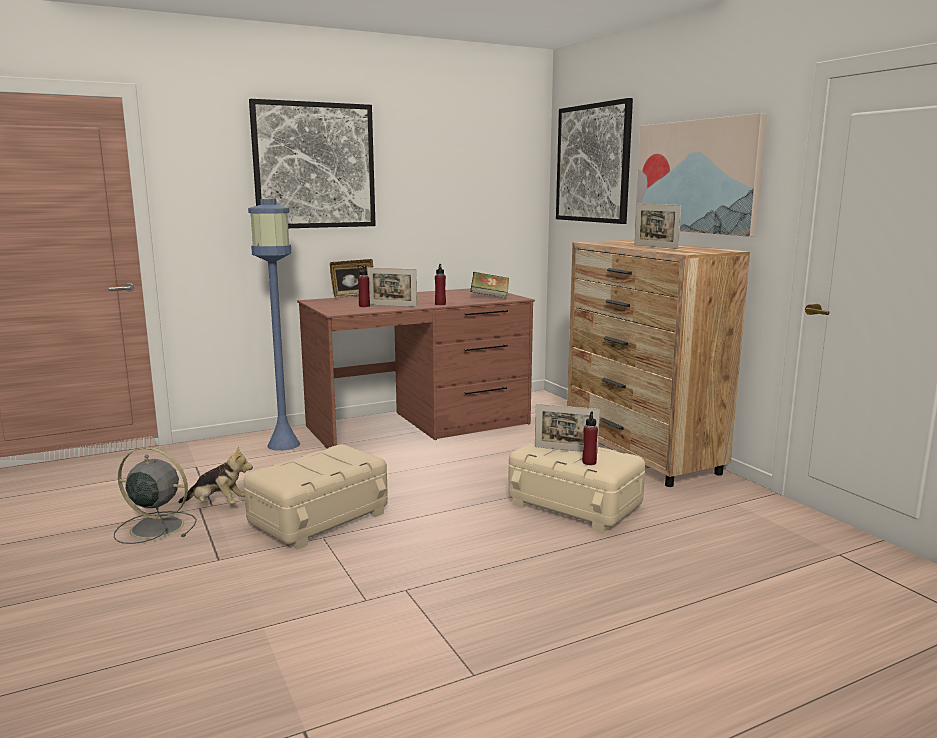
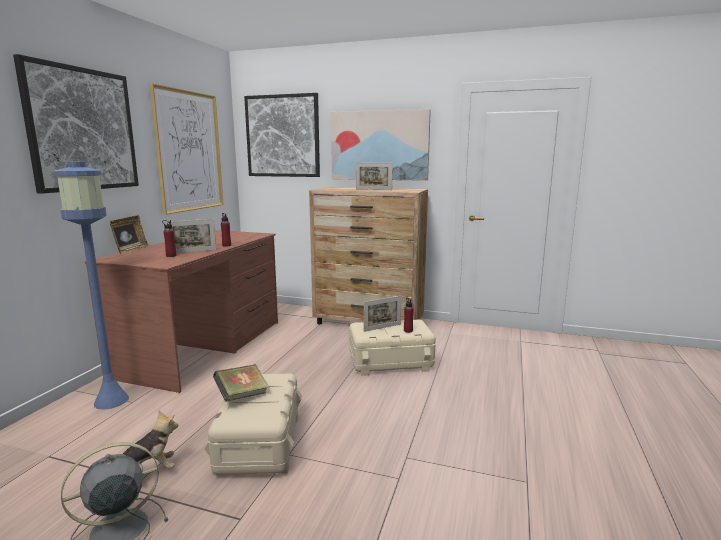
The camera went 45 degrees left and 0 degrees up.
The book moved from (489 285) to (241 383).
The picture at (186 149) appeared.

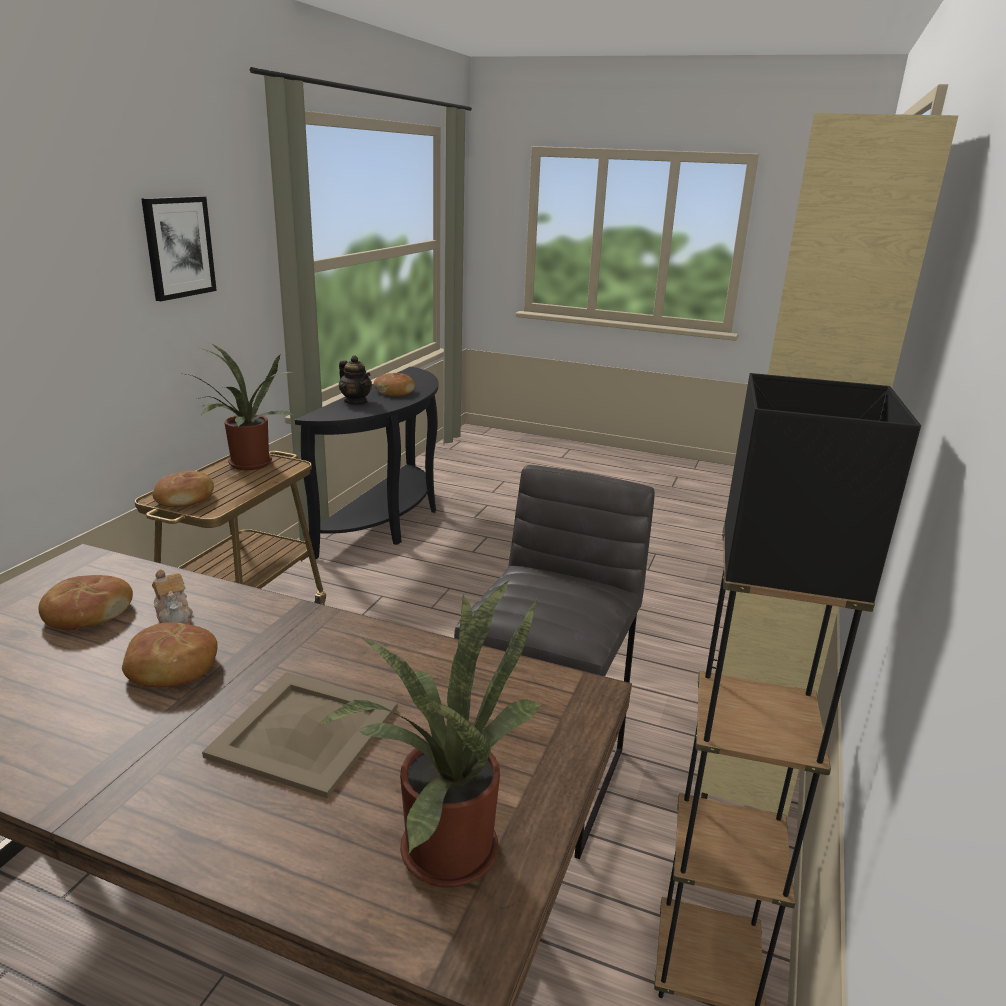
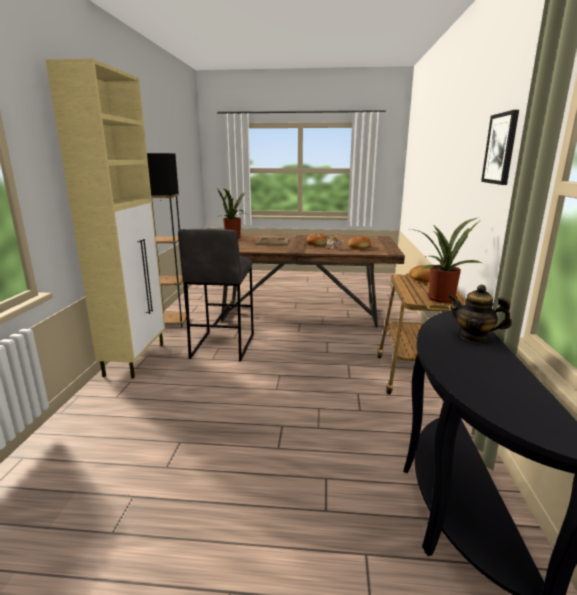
The camera went 165 degrees right and 5 degrees down.
The bread at (394 384) disappeared.

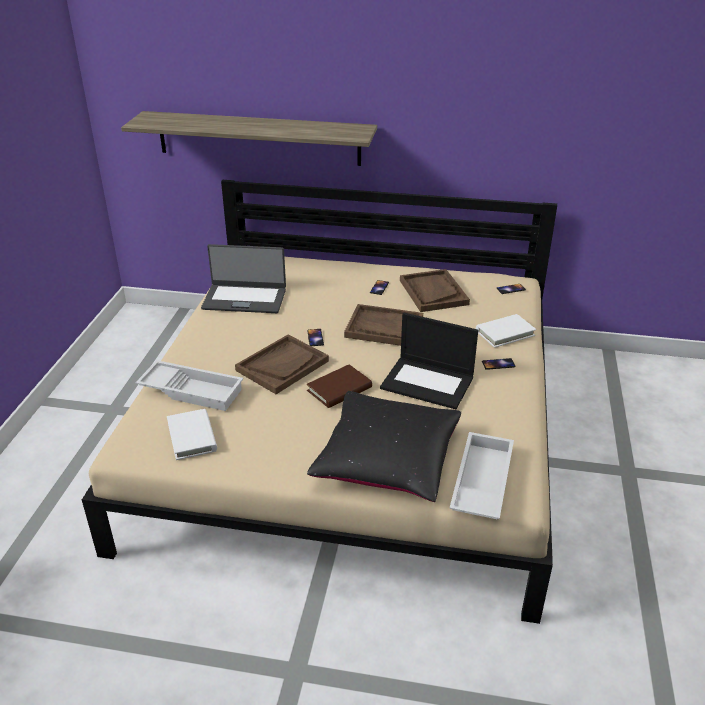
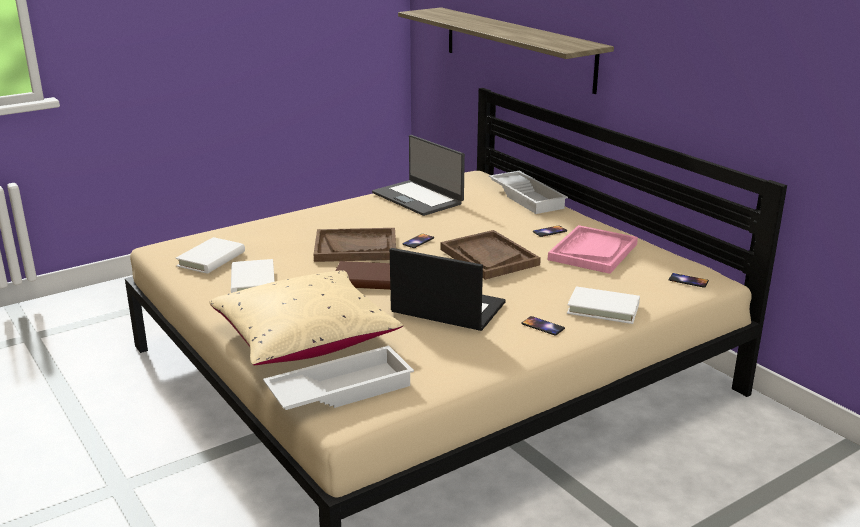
The camera went 45 degrees right and 10 degrees down.
The white tray moved from (189 385) to (528 192).
The black pillow at (384 446) became the beige pillow at (306 318).
The laptop at (429 361) turned 135 degrees clockwise.
The brown tray at (435 290) became the pink tray at (593 249).
The white book at (253 276) appeared.

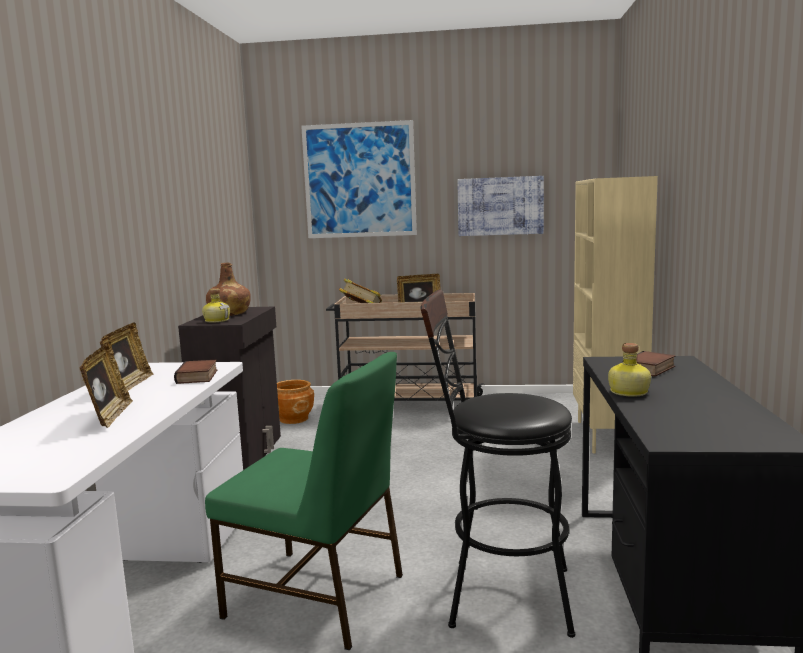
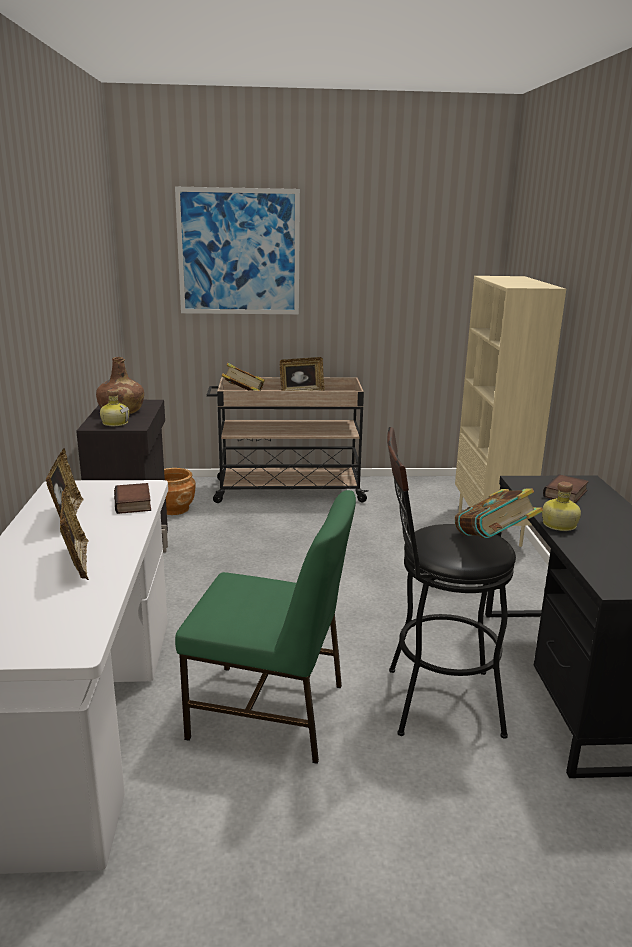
The camera went 10 degrees left and 10 degrees up.
The picture at (500 206) disappeared.
The book at (499 513) appeared.

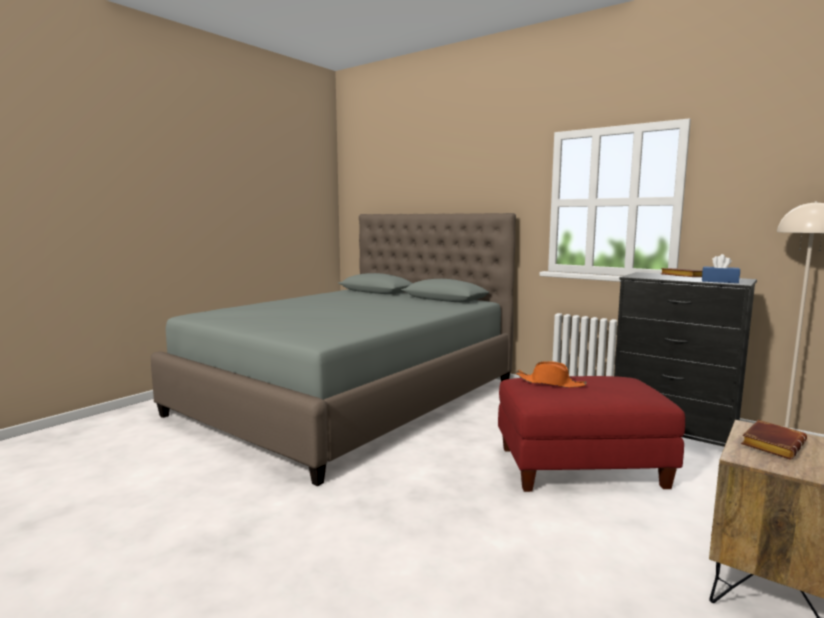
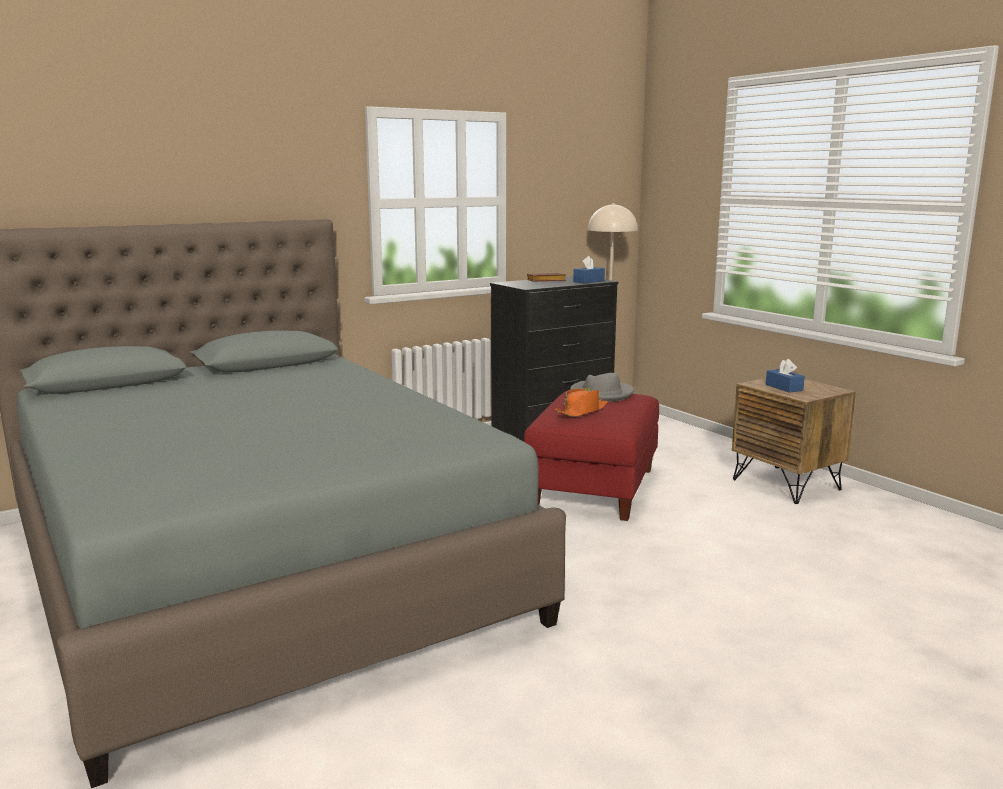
The camera went 70 degrees left and 5 degrees up.
The brown book at (774 439) was replaced by the blue tissue box at (785 376).
The grey hat at (602 387) appeared.

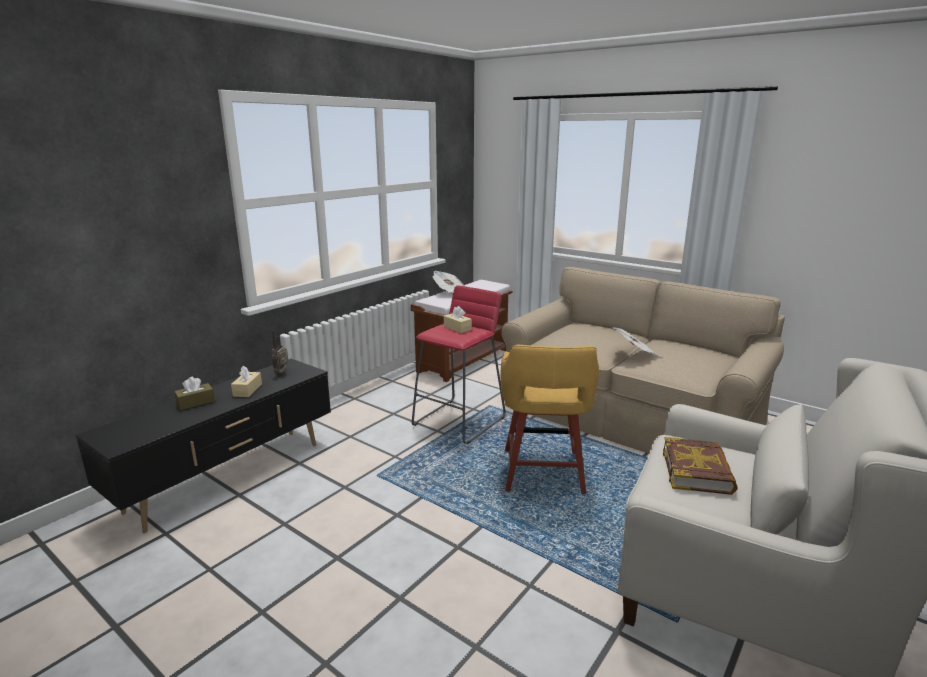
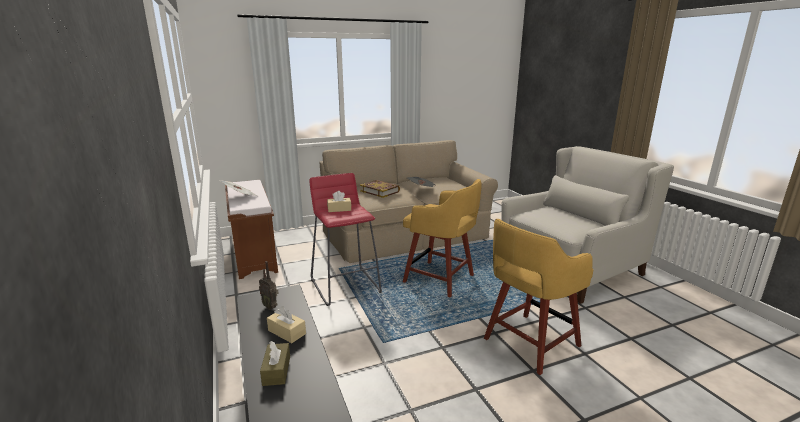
The camera went 60 degrees left and 0 degrees up.
The book moved from (700 466) to (380 189).
The yellow stool at (538 297) appeared.

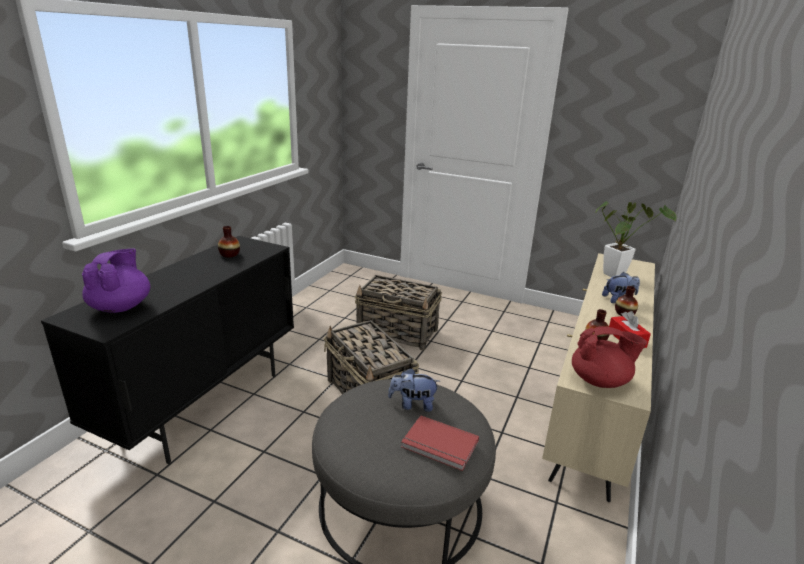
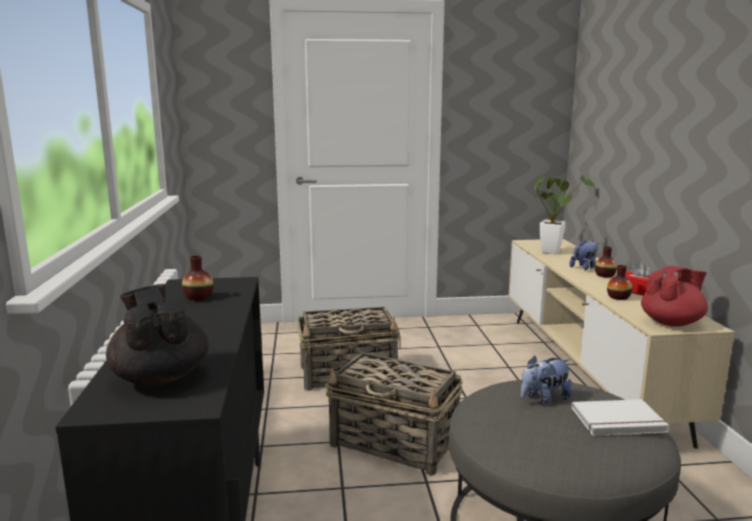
The camera went 30 degrees left and 10 degrees down.
The purple teapot at (116 281) became the black teapot at (157 335).
The red book at (440 443) became the white book at (620 417).

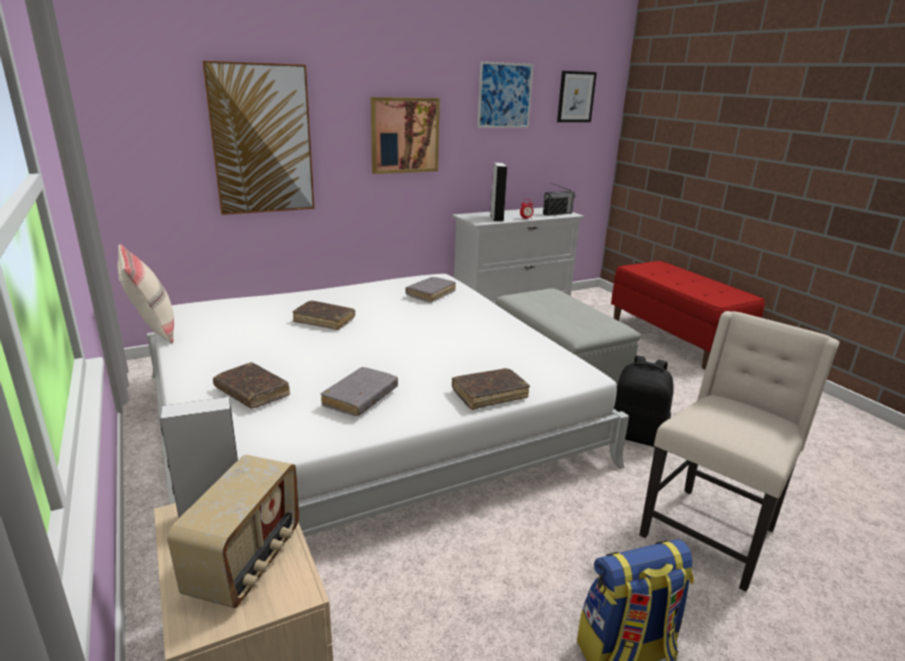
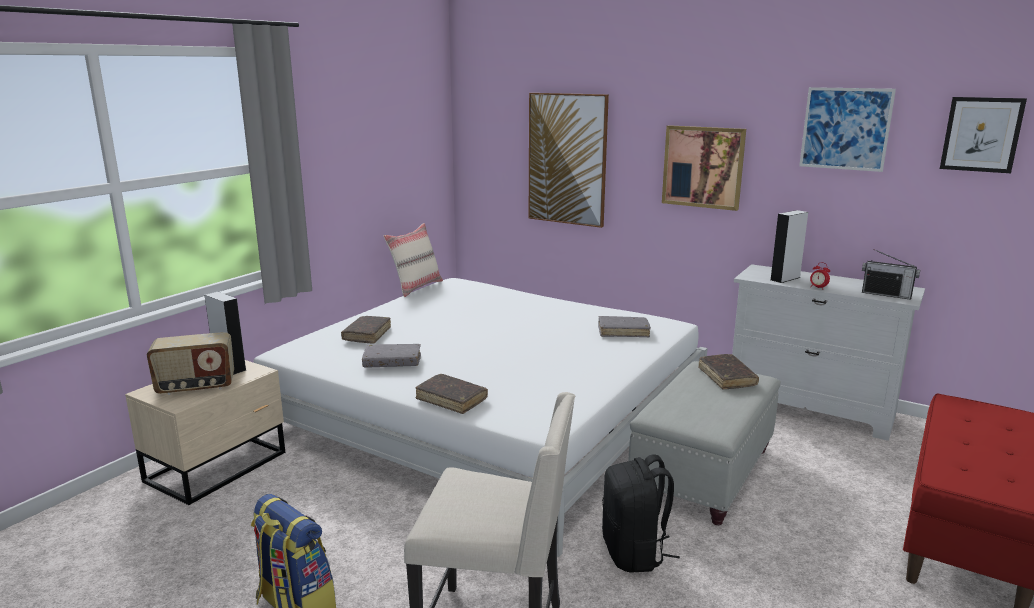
The camera went 60 degrees right and 5 degrees down.
The brown book moved from (323 315) to (728 372).

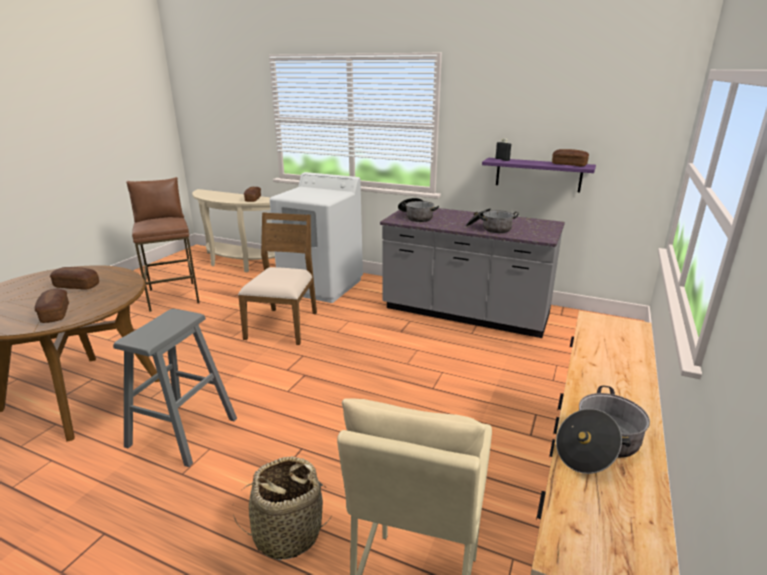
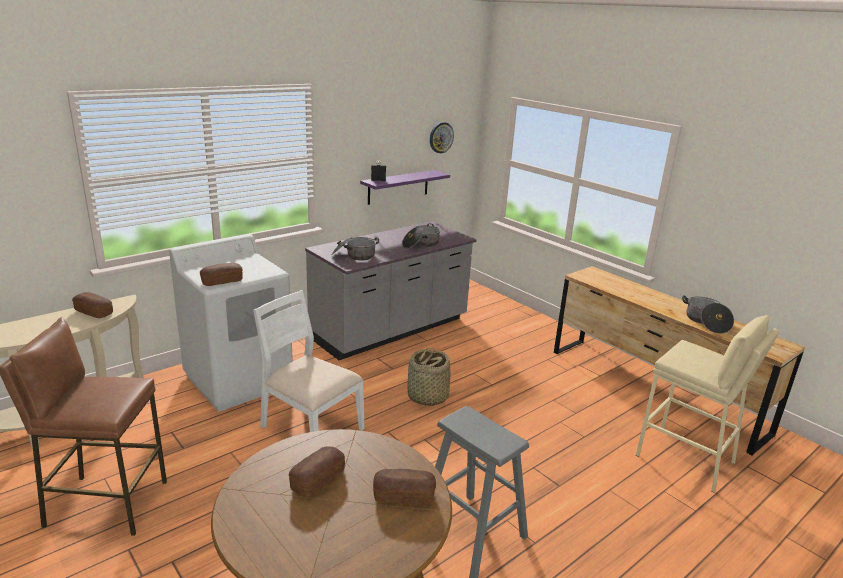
The camera went 65 degrees left and 0 degrees up.
The basket moved from (282 508) to (429 376).
The brown chair at (277 278) became the white chair at (309 361).
The bread moved from (570 157) to (221 274).
The wall clock at (442 137) appeared.

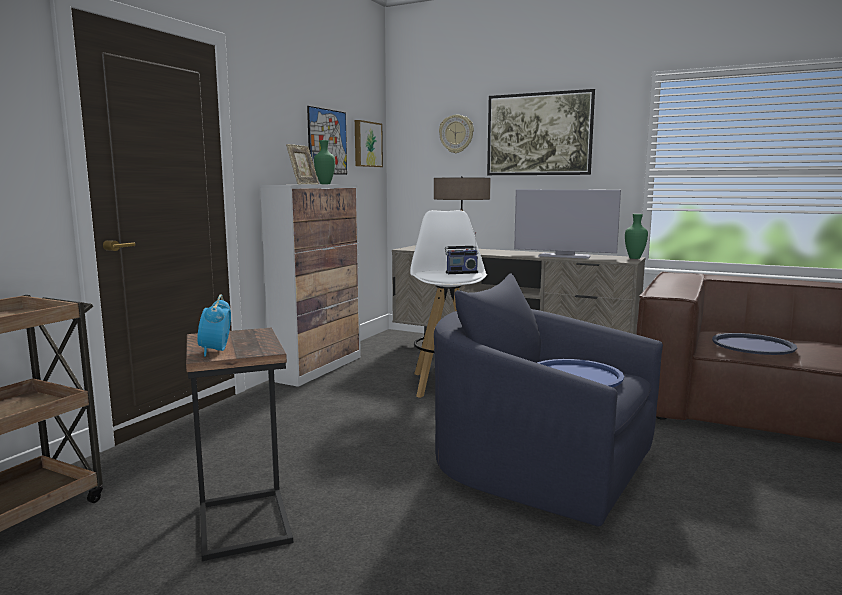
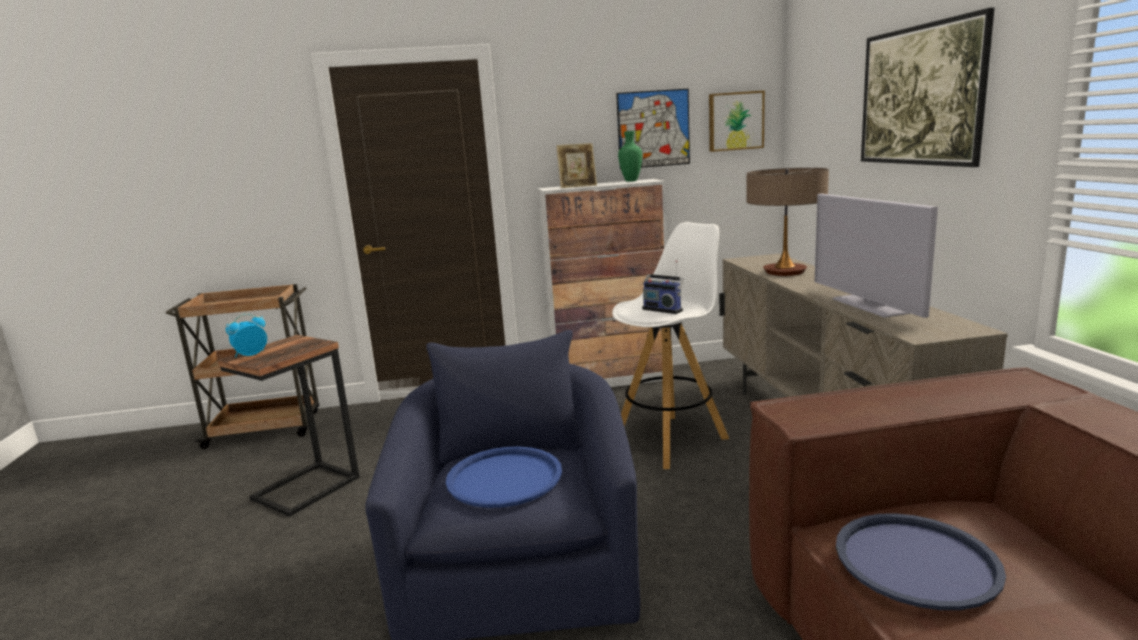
The camera went 55 degrees right and 5 degrees up.
The wall clock at (456 134) disappeared.
The green vase at (636 236) disappeared.

